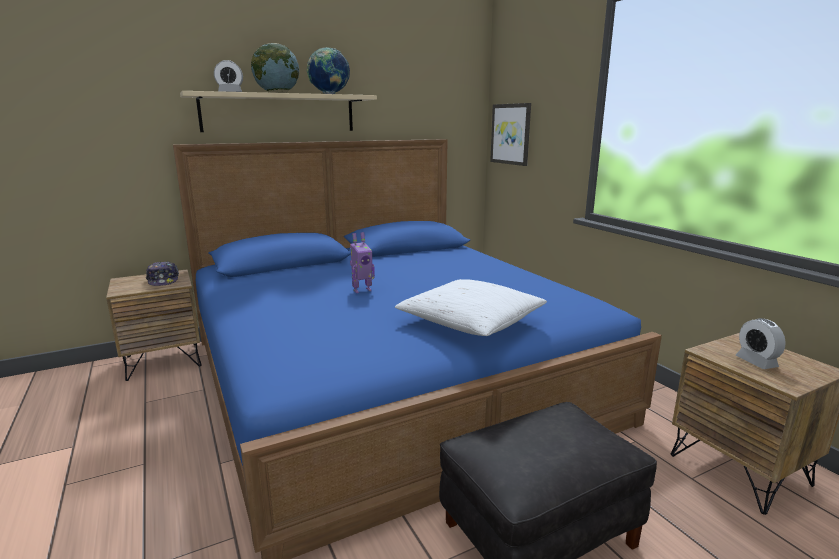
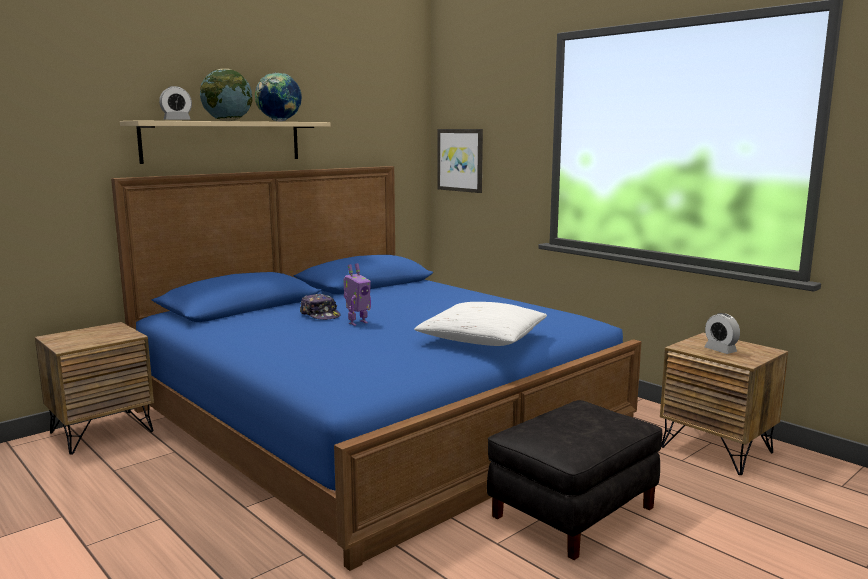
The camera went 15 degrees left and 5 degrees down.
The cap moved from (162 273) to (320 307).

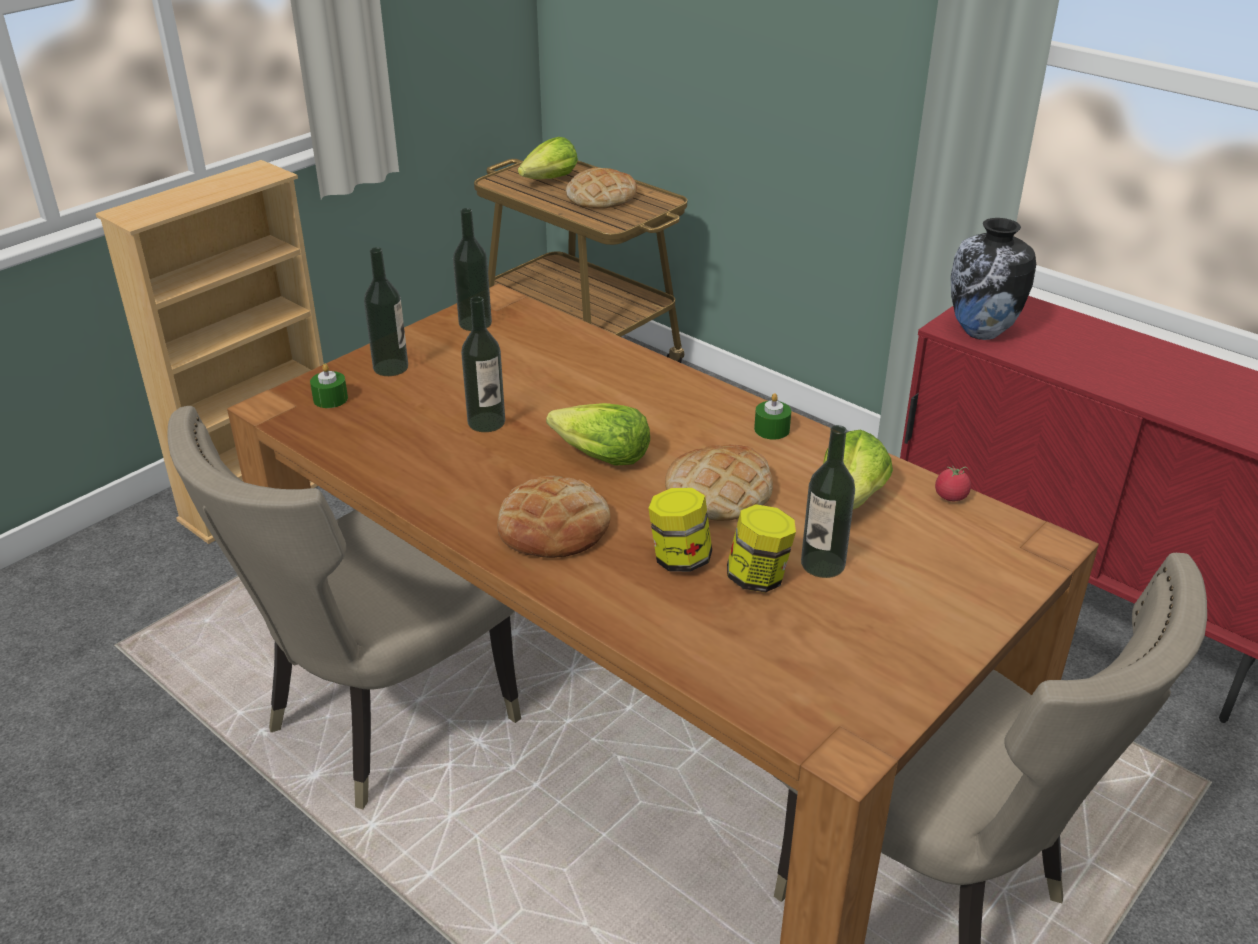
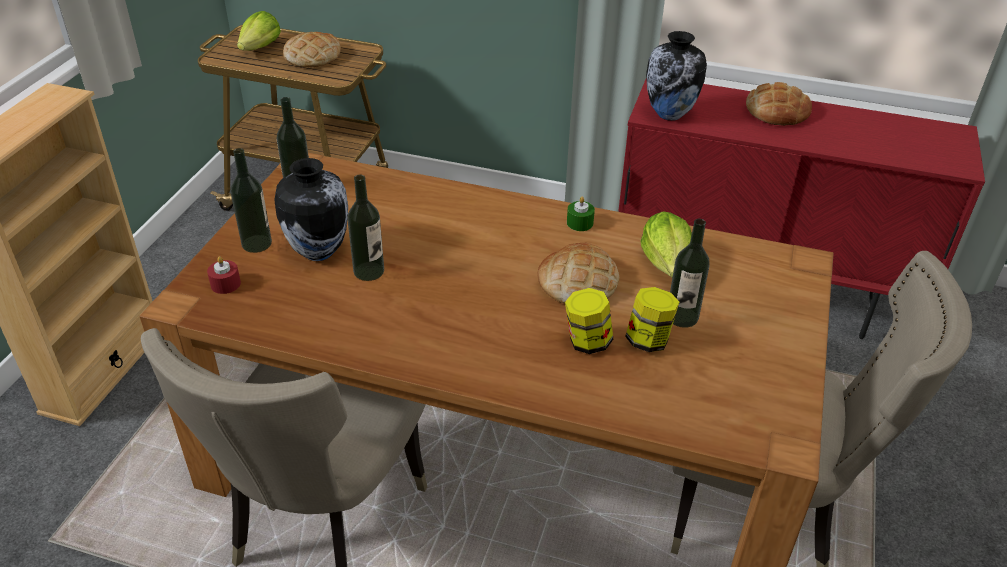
The camera went 25 degrees left and 5 degrees up.
The green candle at (329 385) became the red candle at (224 275).
The bread moved from (553 517) to (779 104).
The lettuce at (598 434) disappeared.
The tomato at (953 483) disappeared.
The vase at (311 209) appeared.

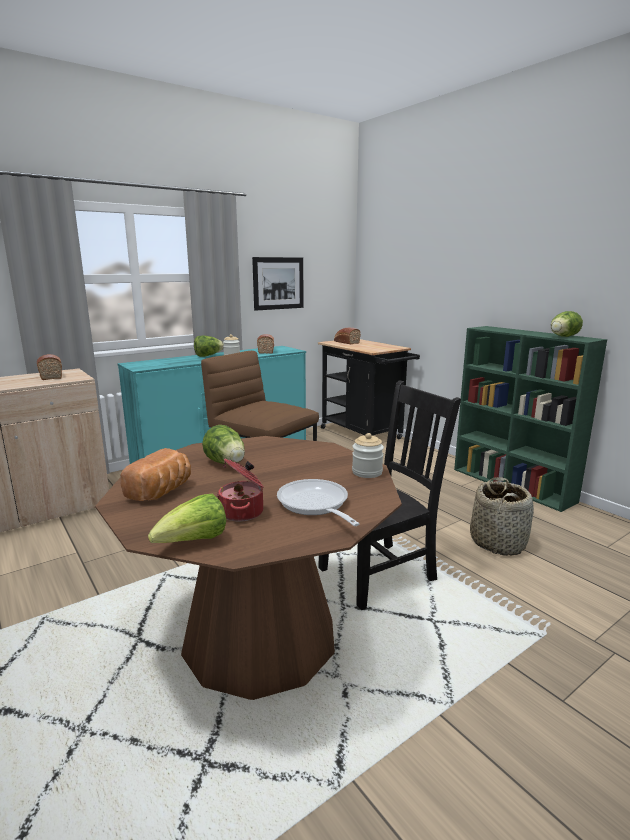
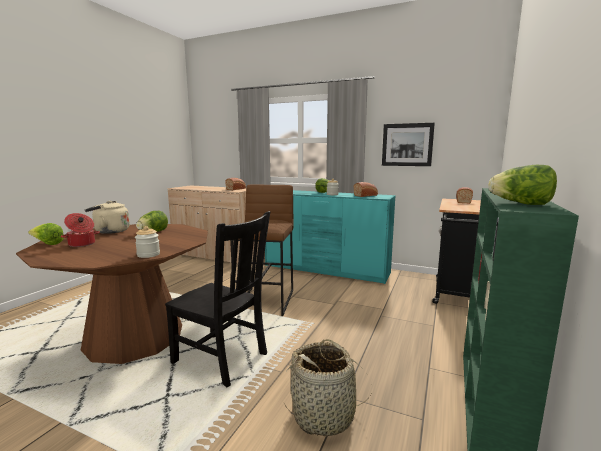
The camera went 60 degrees right and 5 degrees down.
The bread at (155 474) was replaced by the beige kettle at (107 217).
The frying pan at (318 502) disappeared.

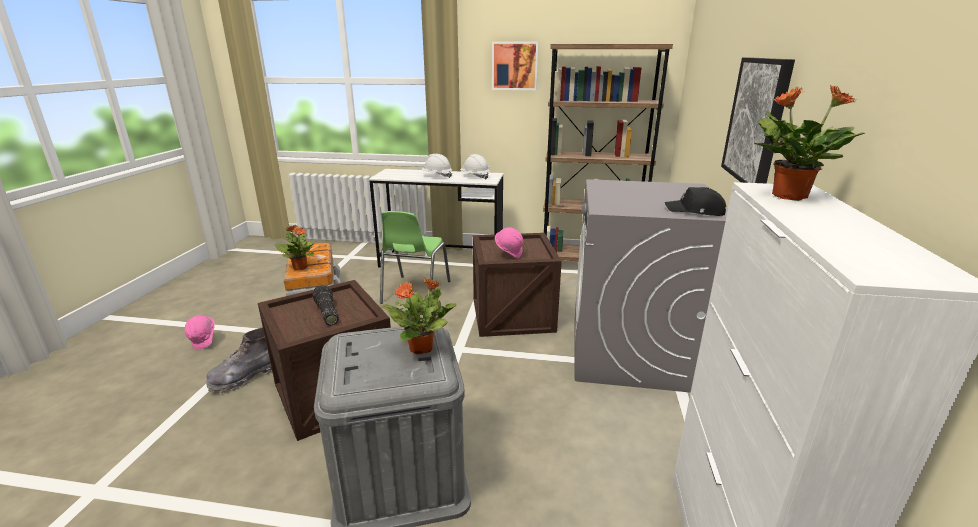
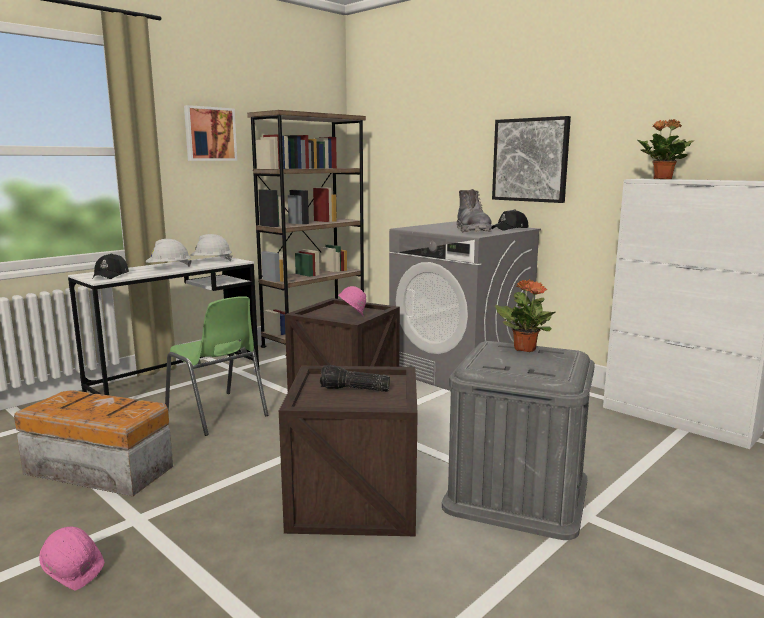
The camera went 55 degrees left and 10 degrees down.
The grey boot moved from (239 360) to (474 210).
The potted plant at (295 247) disappeared.
The black cap at (111 266) appeared.

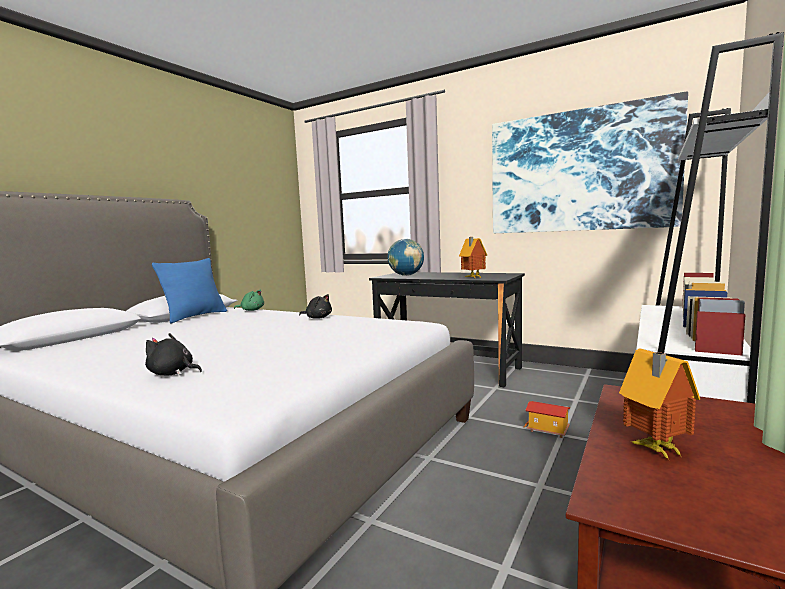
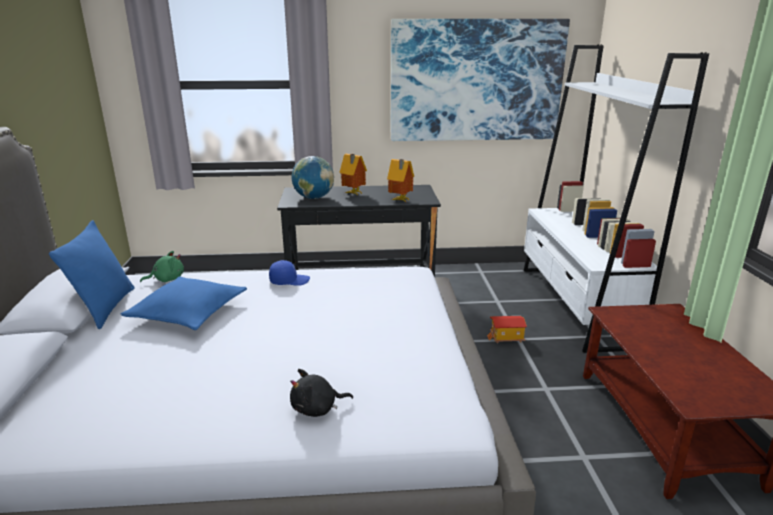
The camera went 35 degrees left and 15 degrees up.
The black plush toy at (315 306) was replaced by the blue cap at (289 273).
The toy house moved from (659 404) to (353 174).
The blue pillow at (184 303) appeared.

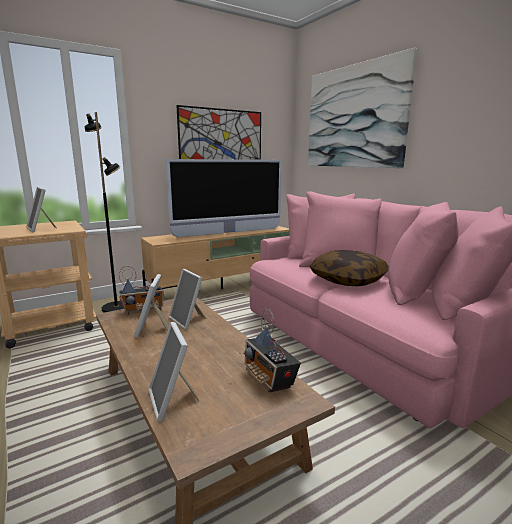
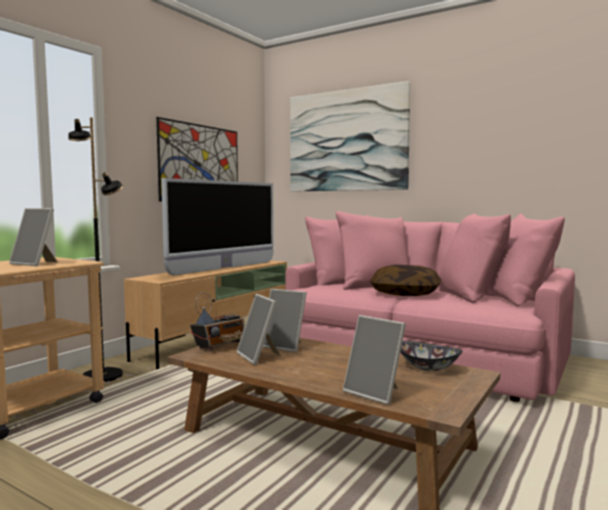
The camera went 25 degrees left and 10 degrees down.
The radio at (272 351) was replaced by the bowl at (431 356).

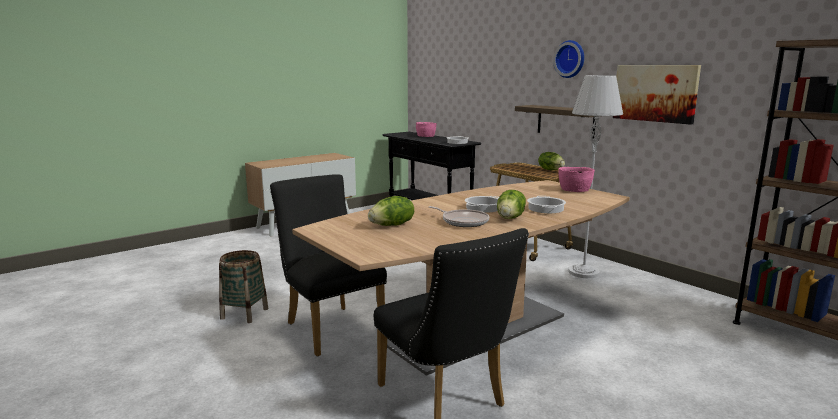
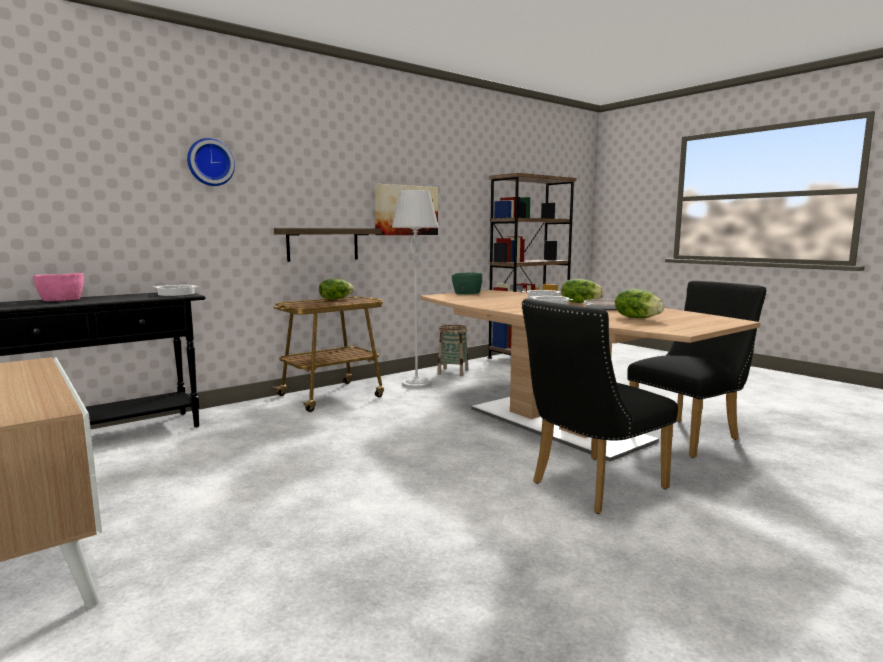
The camera went 90 degrees left and 5 degrees down.
The basket moved from (243 286) to (452 350).
The wall clock moved from (568 59) to (211 162).
The pink bowl at (576 179) became the green bowl at (467 284).

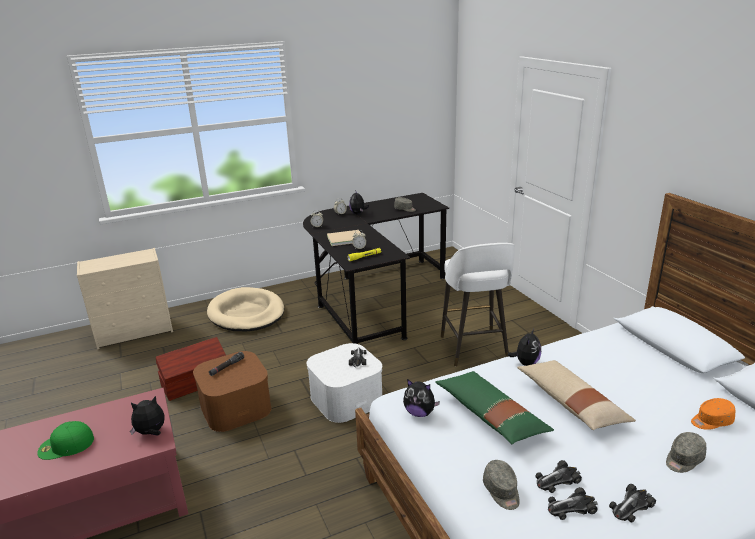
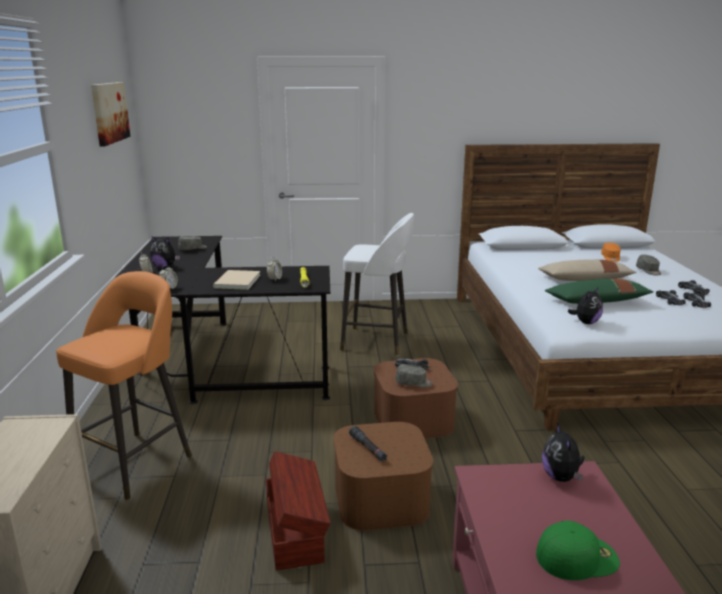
The camera went 70 degrees left and 5 degrees down.
The green cap at (65 440) turned 105 degrees counterclockwise.
The beige dog bed at (246 309) was replaced by the orange stool at (124 385).
The white storage box at (344 383) became the brown storage box at (416 398).
The grey cap moved from (501 485) to (414 375).
The plush toy at (524 347) disappeared.
The picture at (111 114) appeared.

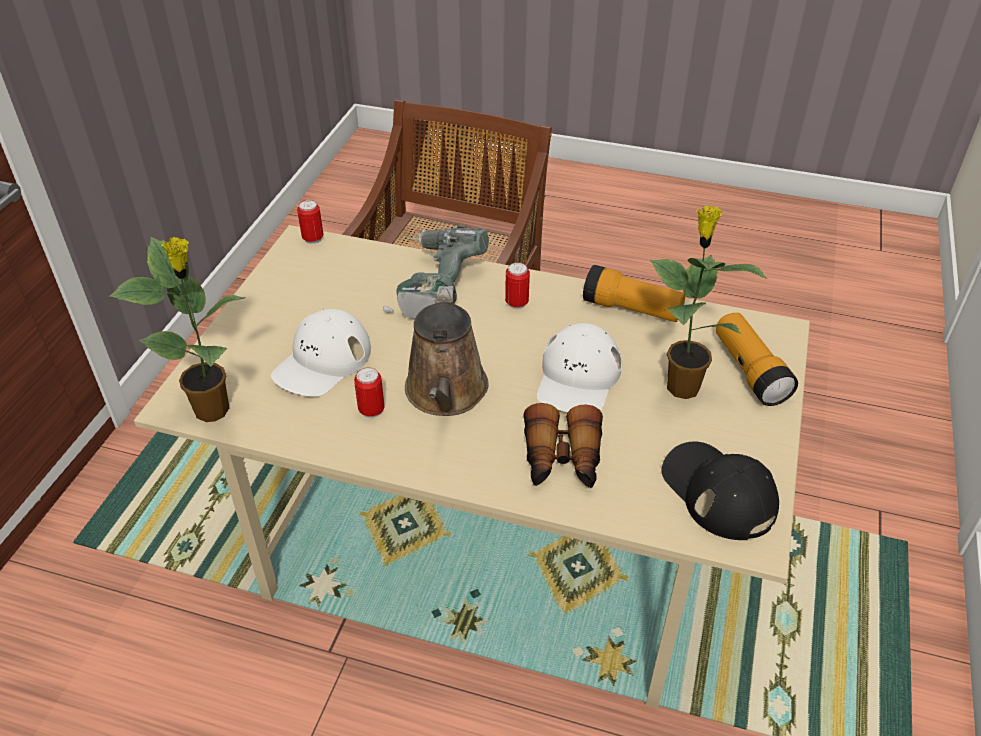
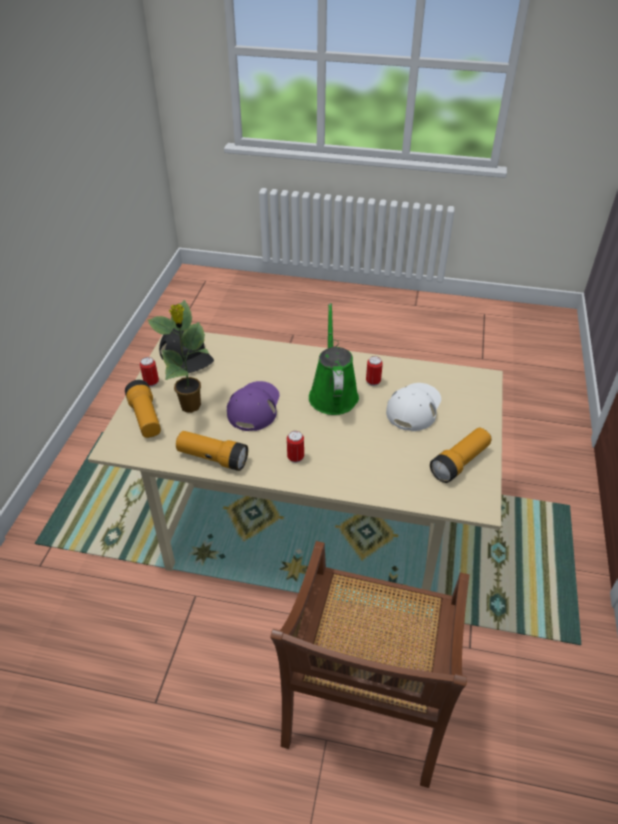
The camera went 175 degrees right and 0 degrees up.
The potted plant at (177 329) disappeared.
The can moved from (310 222) to (149 372).
The power drill at (436 272) disappeared.
The brown watering can at (446 351) became the green watering can at (334 359).
The binoculars at (563 445) disappeared.
The white cap at (579 367) became the purple cap at (253 406).
The flashlight at (461 455) appeared.

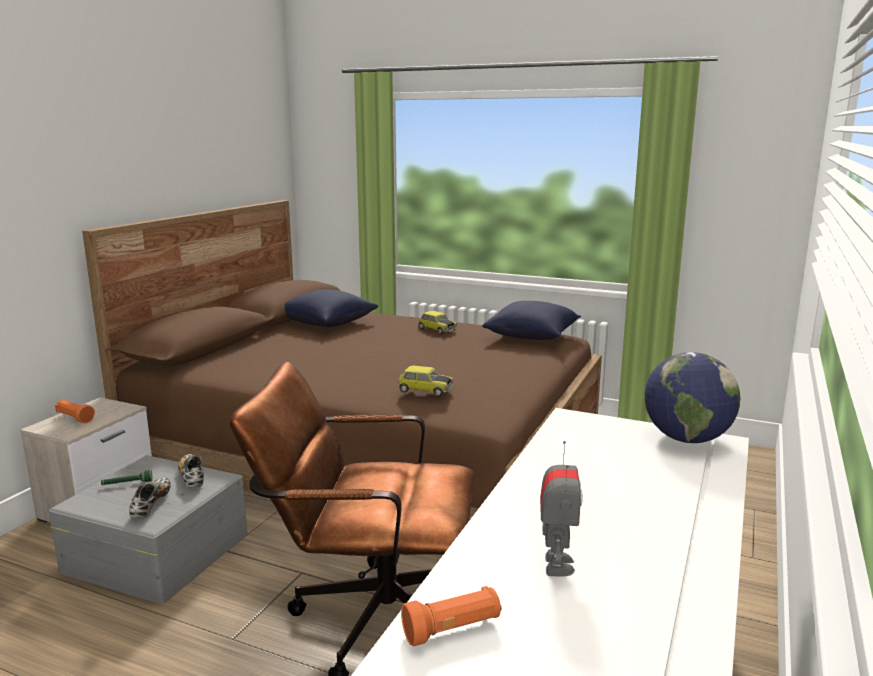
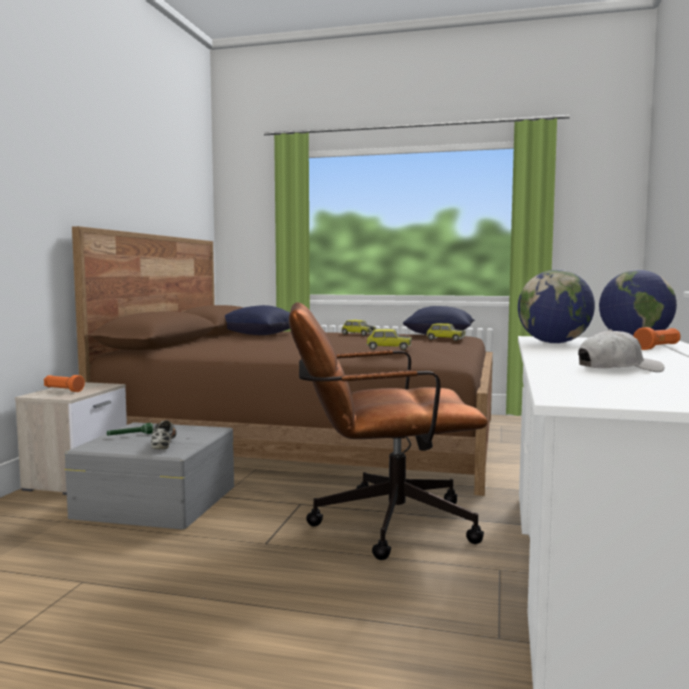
The camera went 10 degrees left and 10 degrees down.
The shoe at (191 471) disappeared.
The orange flashlight moved from (451 616) to (657 338).
The toy robot at (561 509) was replaced by the white cap at (621 350).
The toy car at (446 332) appeared.
The globe at (556 306) appeared.

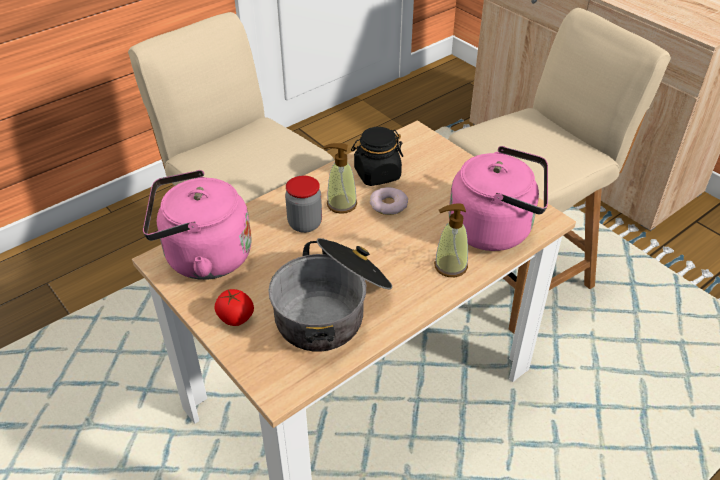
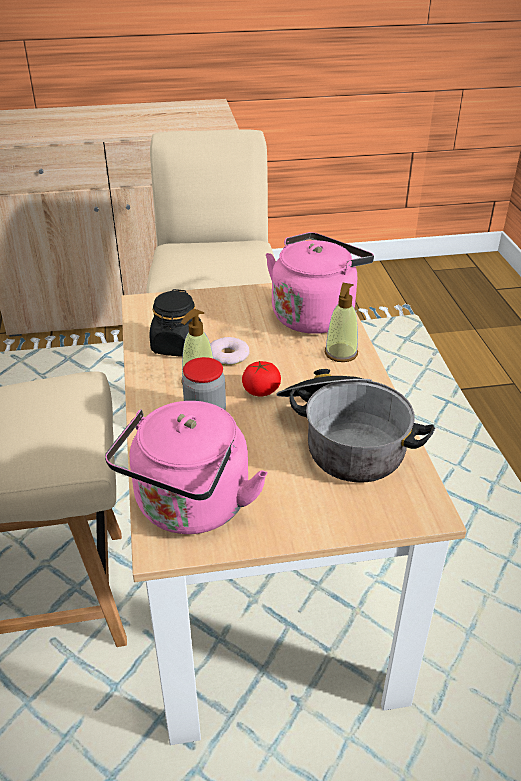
The camera went 60 degrees left and 5 degrees down.
The tomato moved from (234 307) to (261 379).

